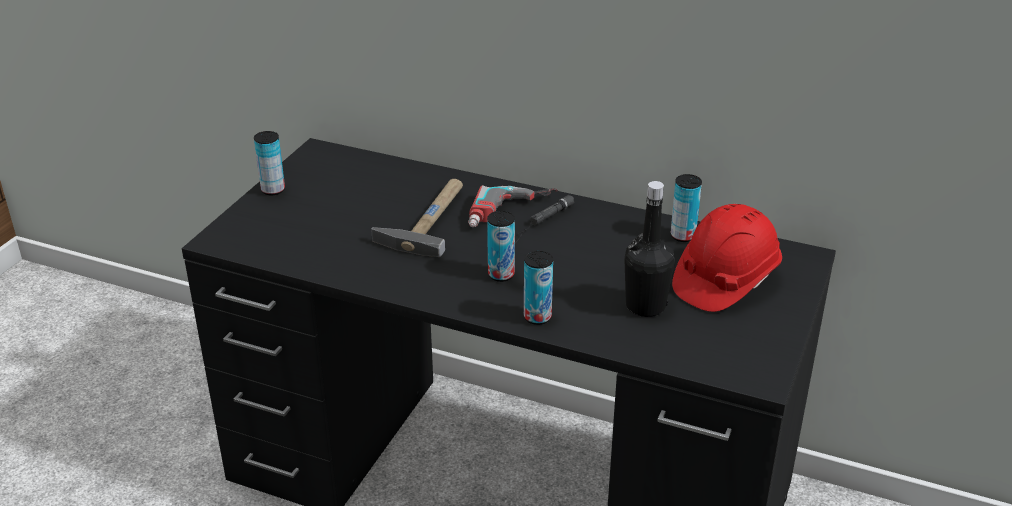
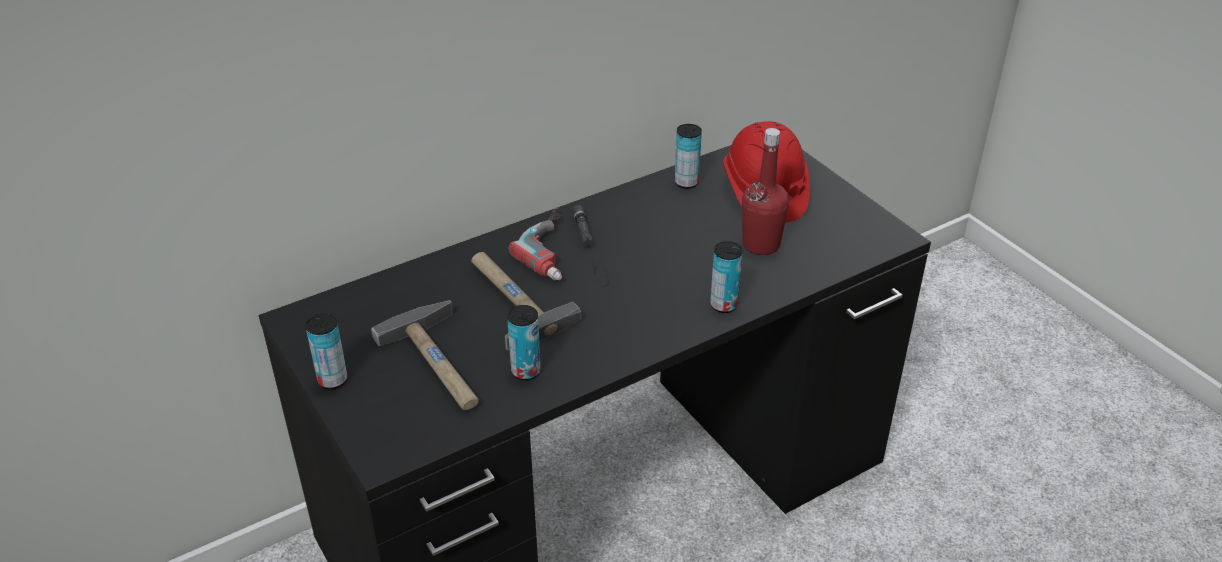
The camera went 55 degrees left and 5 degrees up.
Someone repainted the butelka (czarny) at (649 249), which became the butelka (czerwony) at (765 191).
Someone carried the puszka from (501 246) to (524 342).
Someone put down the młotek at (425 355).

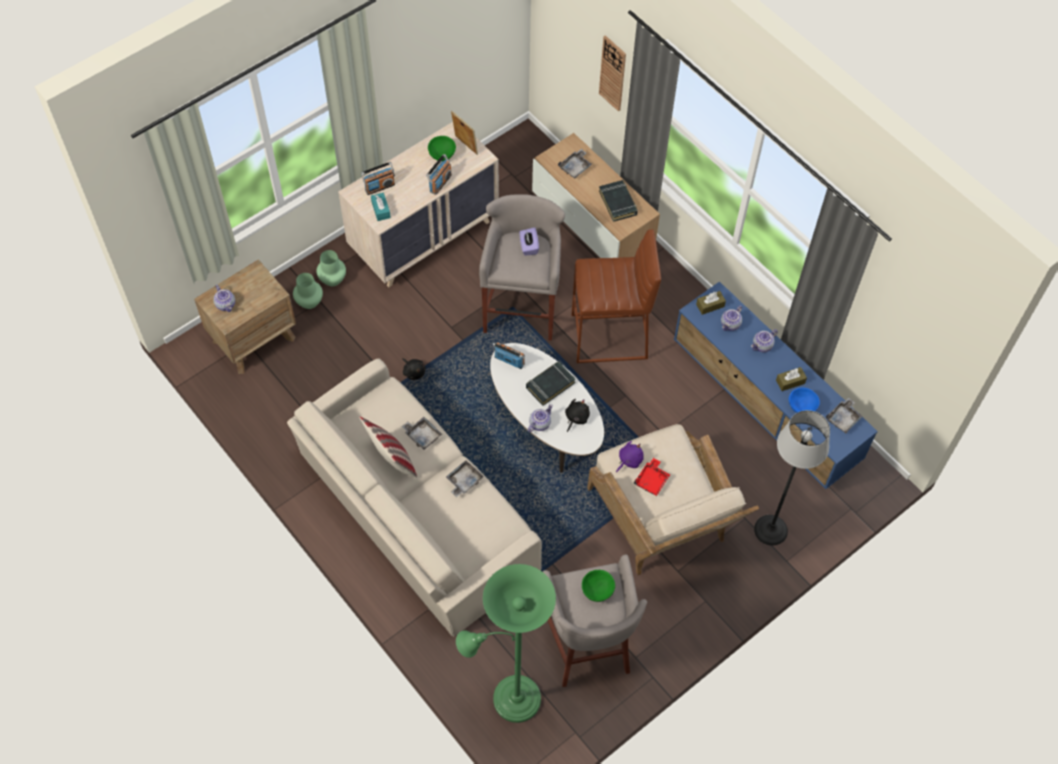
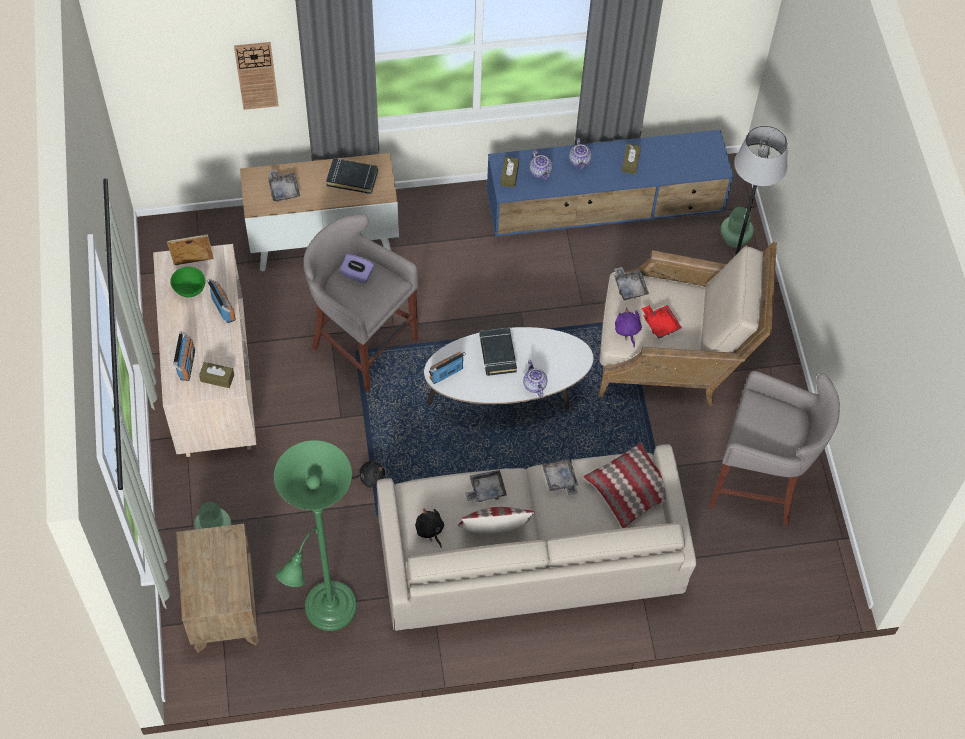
The camera went 60 degrees left and 0 degrees up.
Someone repainted the pudełko chusteczek (turkusowy) at (381 207), which became the pudełko chusteczek (brązowy) at (216 375).
Someone took away the stołek (brązowy) at (616 296).
Someone carried the wazon (zielony) from (331 268) to (737 227).
Someone took away the imbryk at (224 298).
Someone took away the miska (niebieski) at (804 400).
Someone carried the taca (szary) from (844 415) to (631 283).
Someone carried the pluszak (czarny) from (577 415) to (429 528).
Someone carried the lampa stojąca (zielony) from (506 643) to (315 535).
Someone took away the miska (zielony) at (598 586).
Someone put down the poduszka at (625 485).

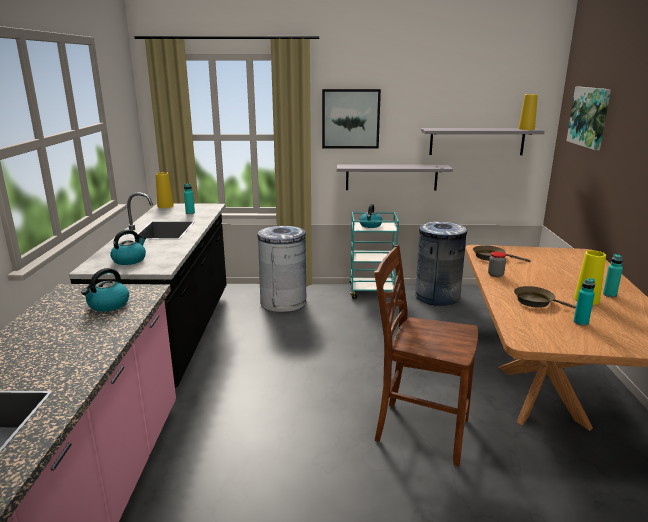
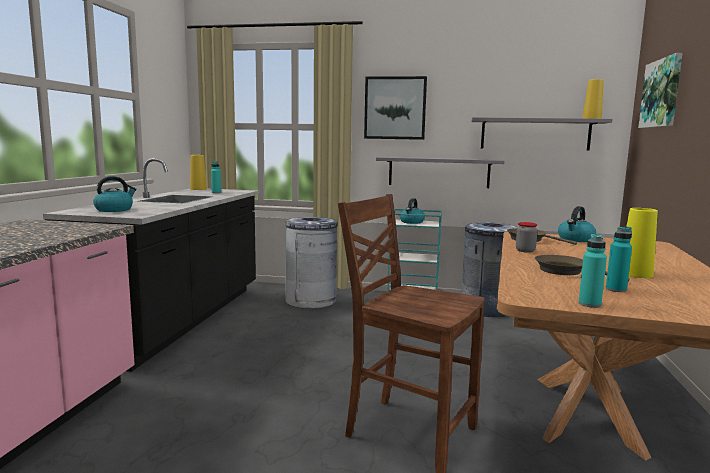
The camera went 10 degrees right and 10 degrees down.
Someone carried the butelka (turkusowy) from (613 275) to (593 271).
Someone carried the czajnik from (105 290) to (577 224).

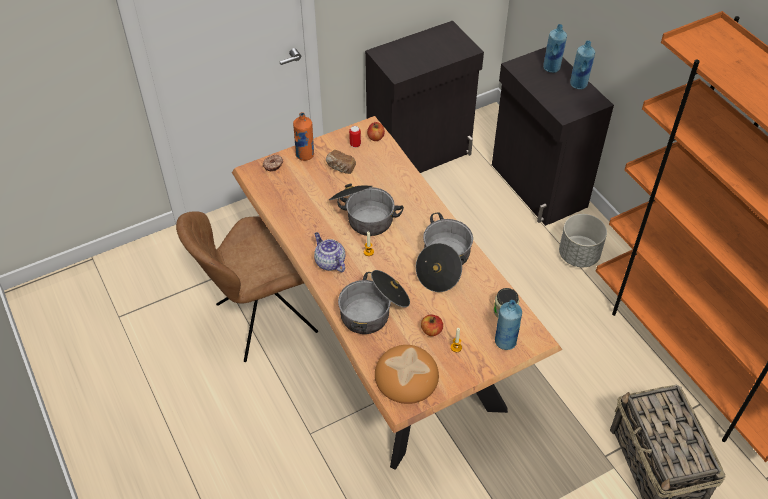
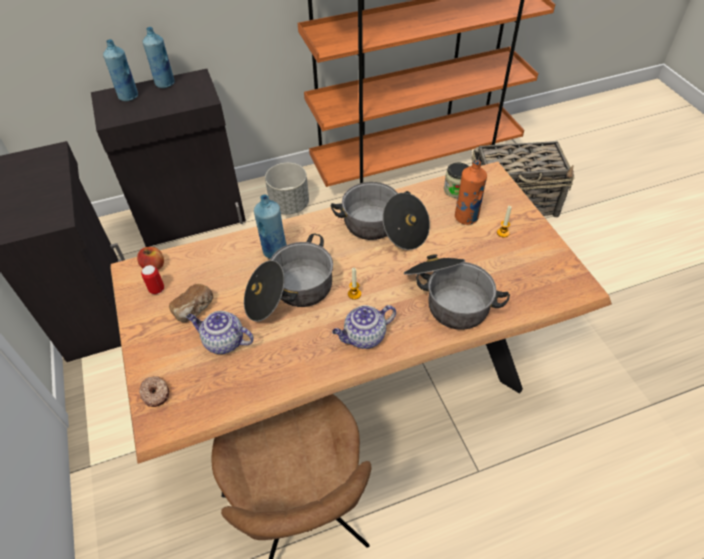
The camera went 80 degrees left and 0 degrees up.
Someone carried the butelka (pomarańczowy) from (303 136) to (471 192).
Someone carried the butelka (niebieski) from (508 325) to (270 227).
Someone took away the jabłko at (432 325).
Someone took away the chleb at (407 374).
Someone put down the imbryk at (220 332).

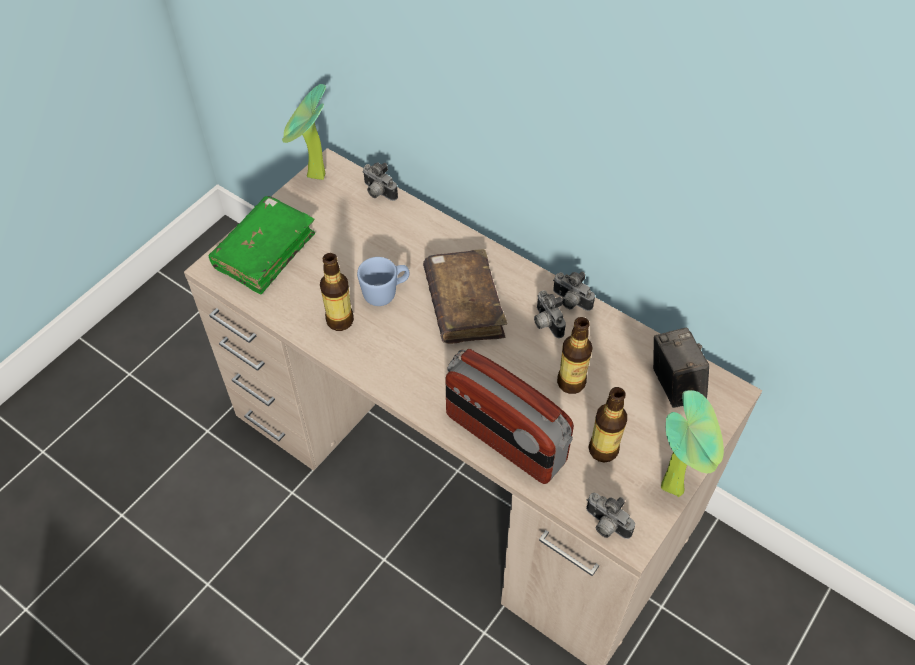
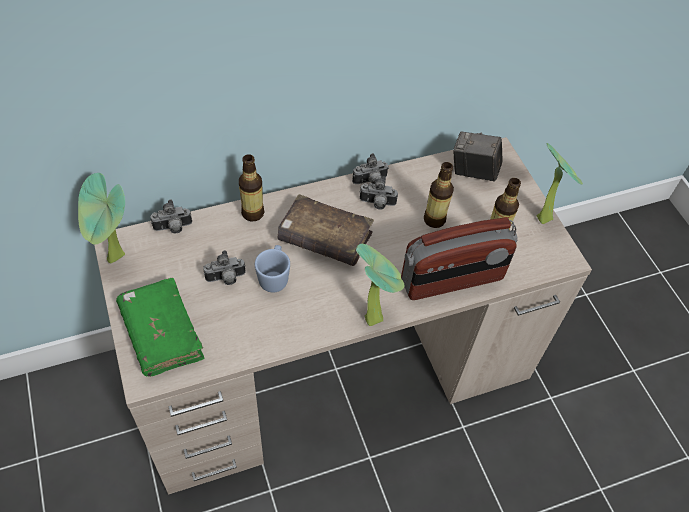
The camera went 60 degrees left and 0 degrees up.
Someone carried the butelka from (337 292) to (251 188).
Someone carried the aparat fotograficzny from (610 516) to (224 267).
Someone put down the roślina doniczkowa at (380 285).

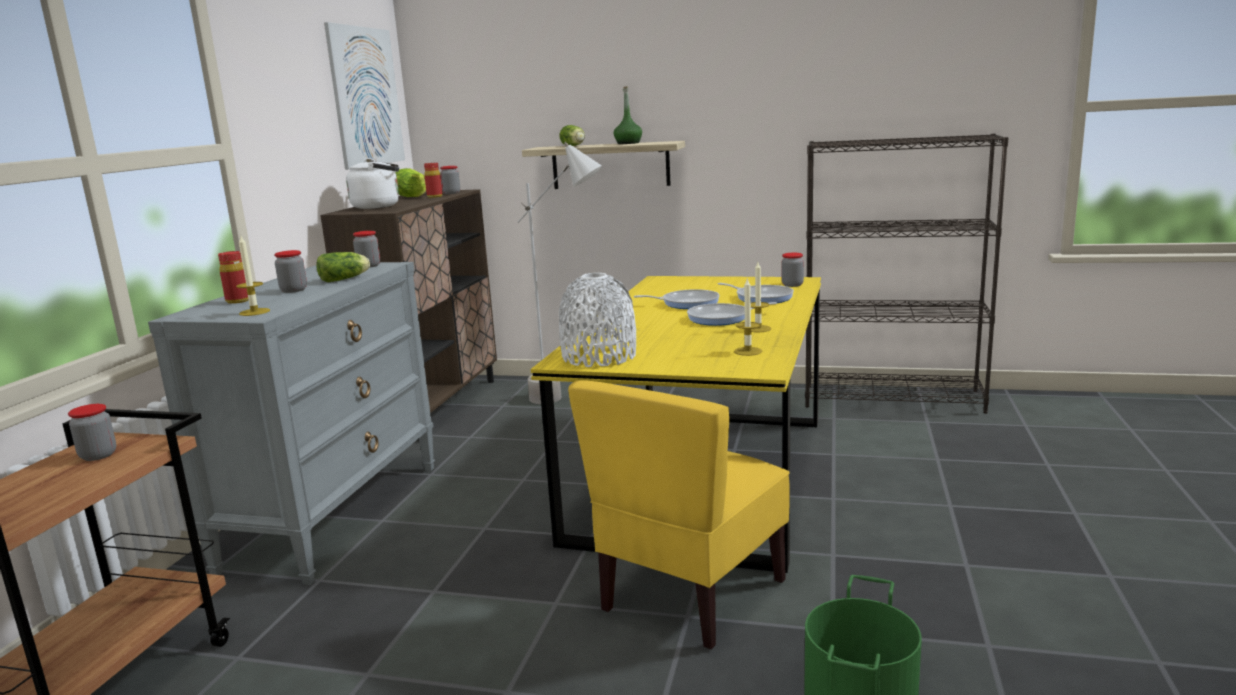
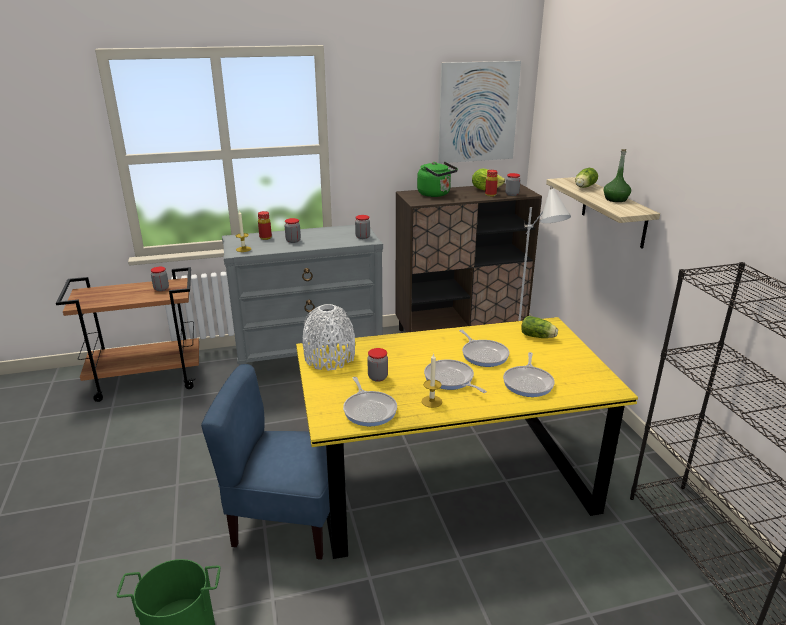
The camera went 60 degrees right and 10 degrees up.
Someone repainted the czajnik (biały) at (372 183), which became the czajnik (zielony) at (437 179).
Someone carried the sałata from (343 267) to (539 327).
Someone carried the słoik from (792 270) to (377 365).
Someone swapped the świeca at (748 317) for the patelnia at (370 401).
Someone repainted the krzesło (żółty) at (679 514), which became the krzesło (niebieski) at (265 462).

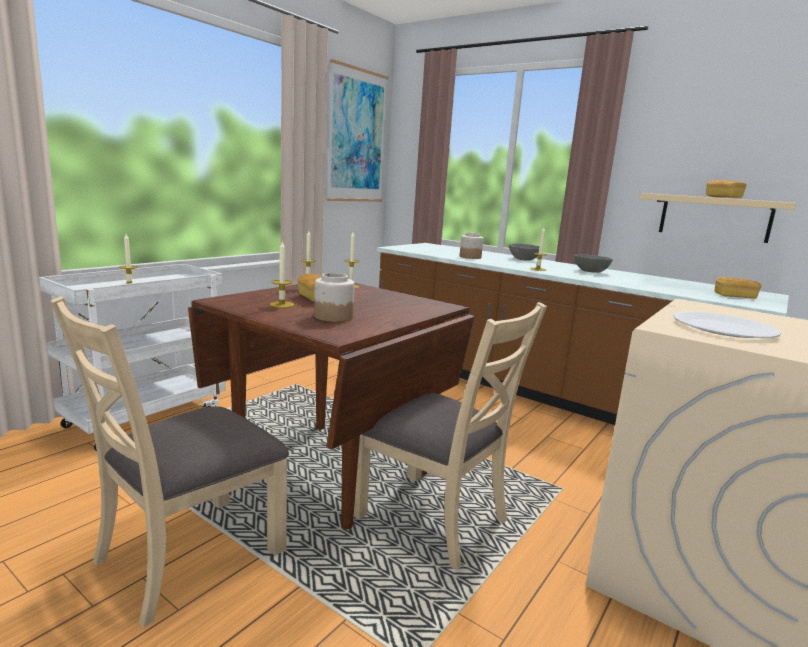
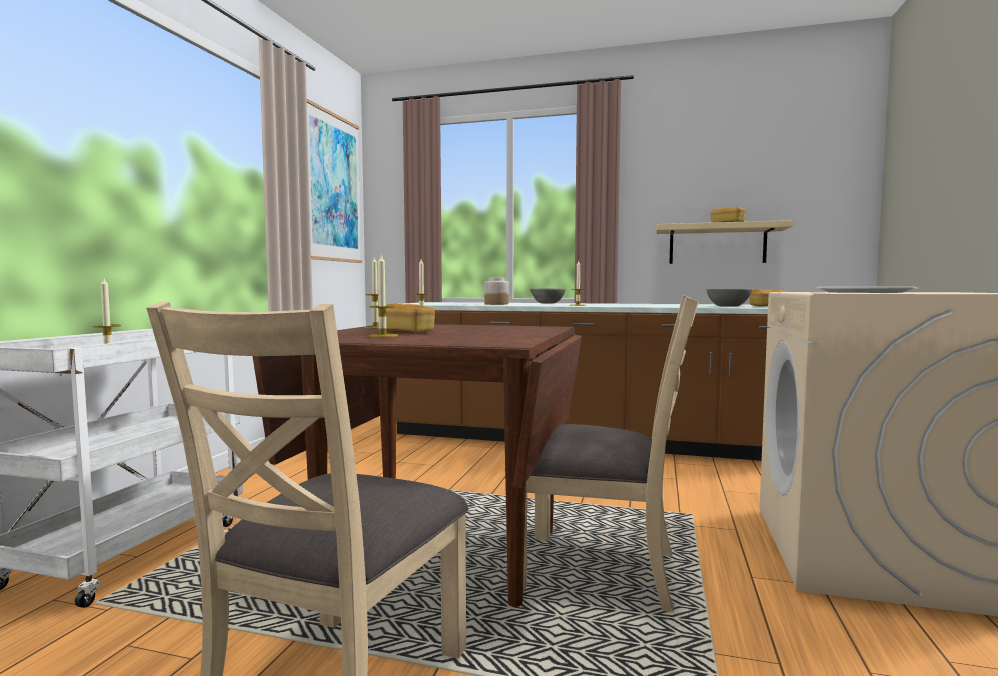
The camera went 20 degrees left and 10 degrees down.
Someone carried the miska (szary) from (593 263) to (729 298).
Someone took away the słoik at (334 297).

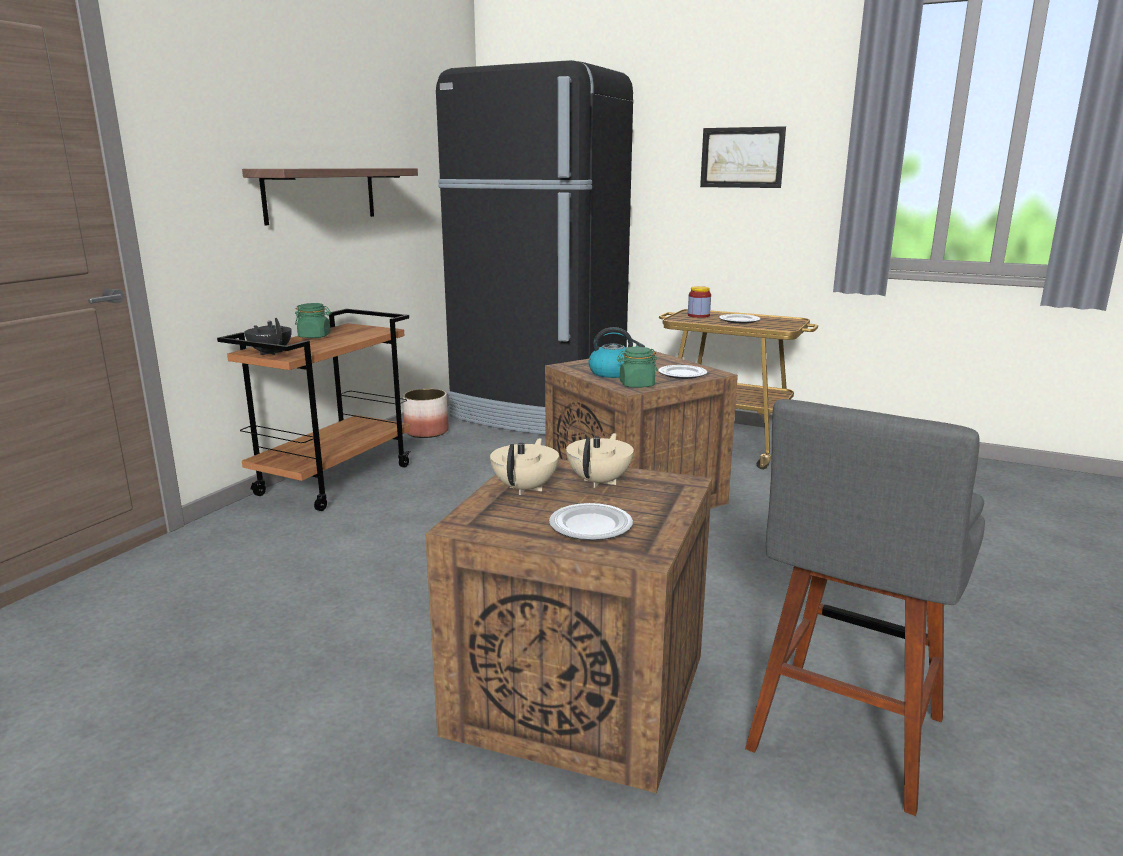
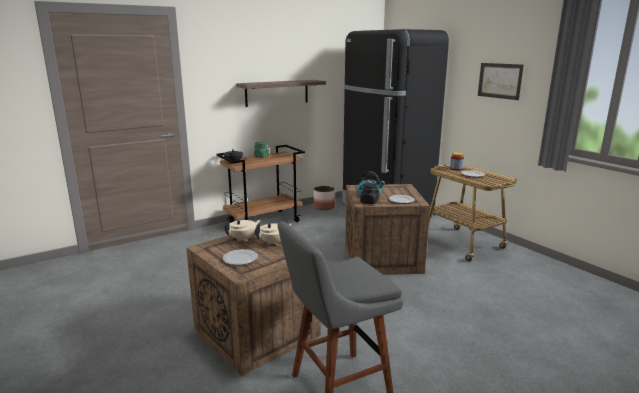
The camera went 30 degrees right and 0 degrees up.
Someone repainted the słoik (zielony) at (637 367), which became the słoik (czarny) at (369 193).

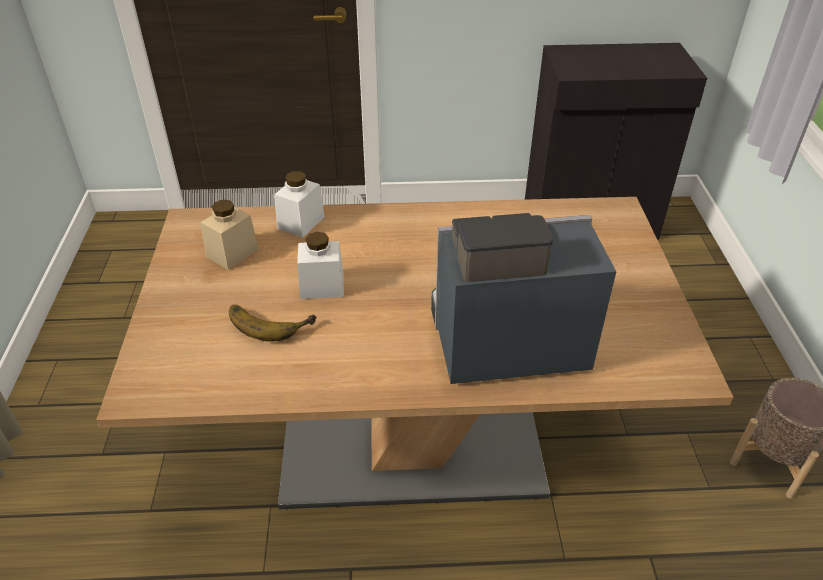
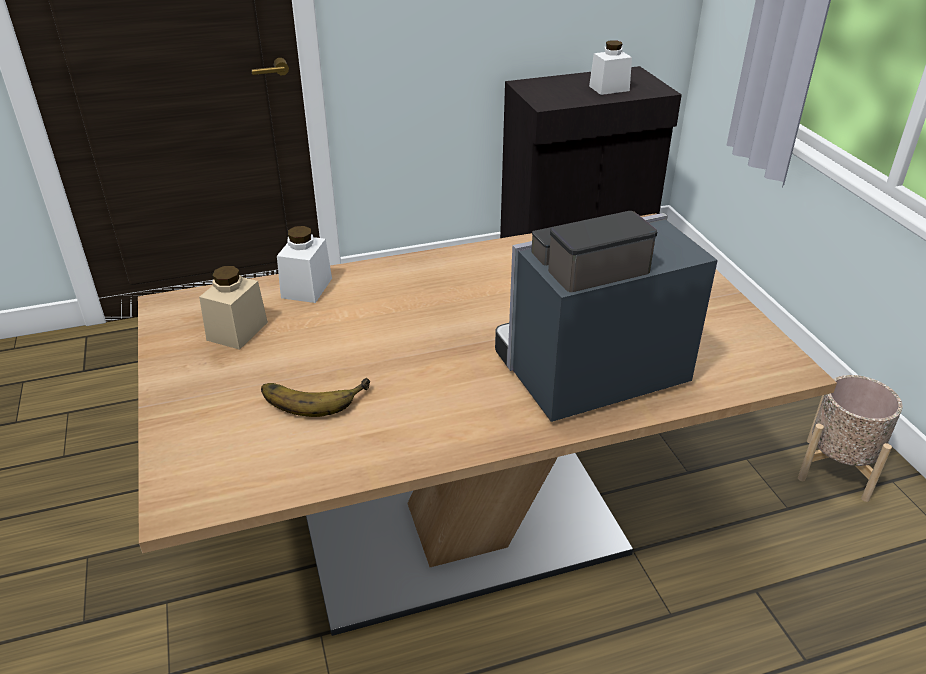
The camera went 15 degrees left and 5 degrees down.
Someone carried the słoik (biały) from (320 265) to (610 67).

